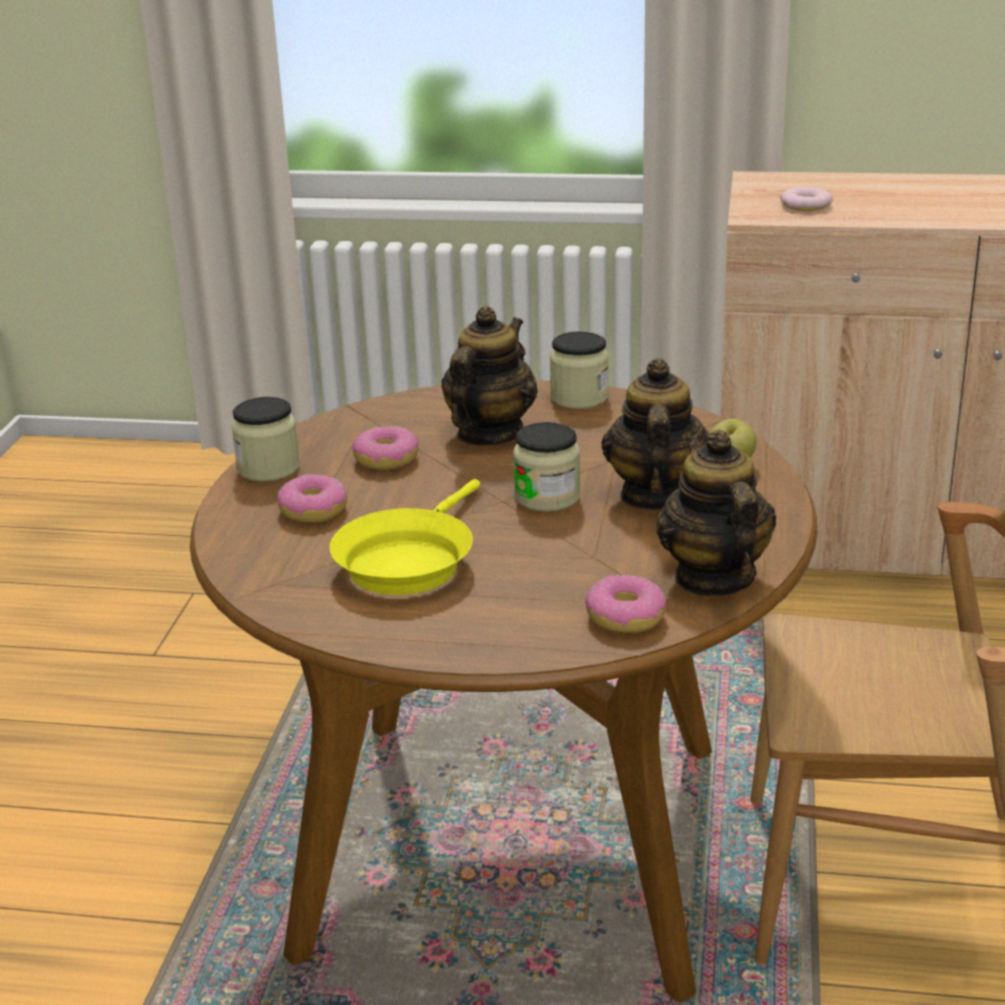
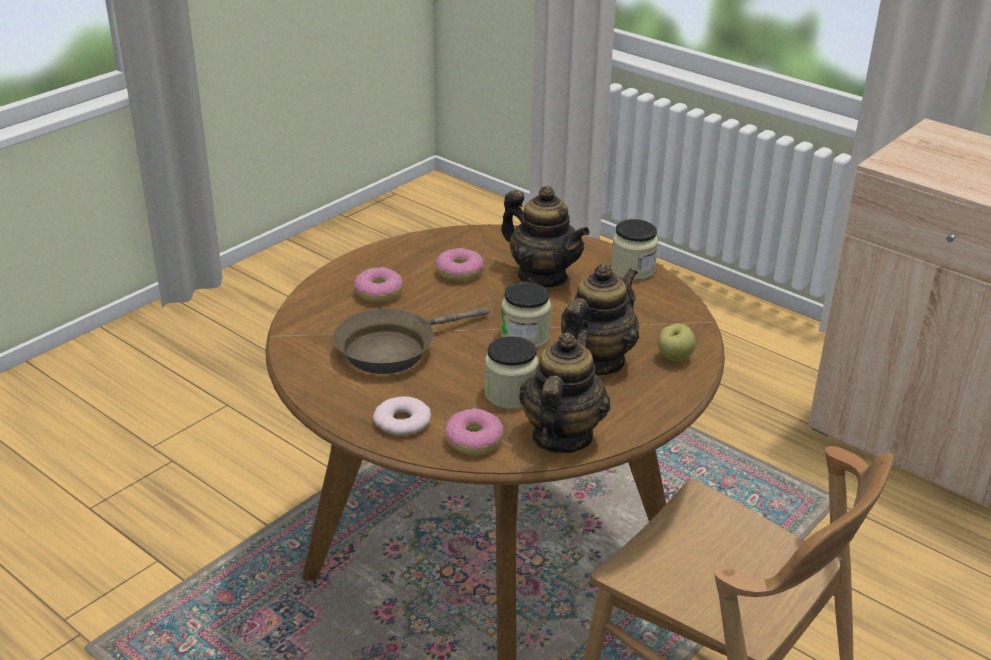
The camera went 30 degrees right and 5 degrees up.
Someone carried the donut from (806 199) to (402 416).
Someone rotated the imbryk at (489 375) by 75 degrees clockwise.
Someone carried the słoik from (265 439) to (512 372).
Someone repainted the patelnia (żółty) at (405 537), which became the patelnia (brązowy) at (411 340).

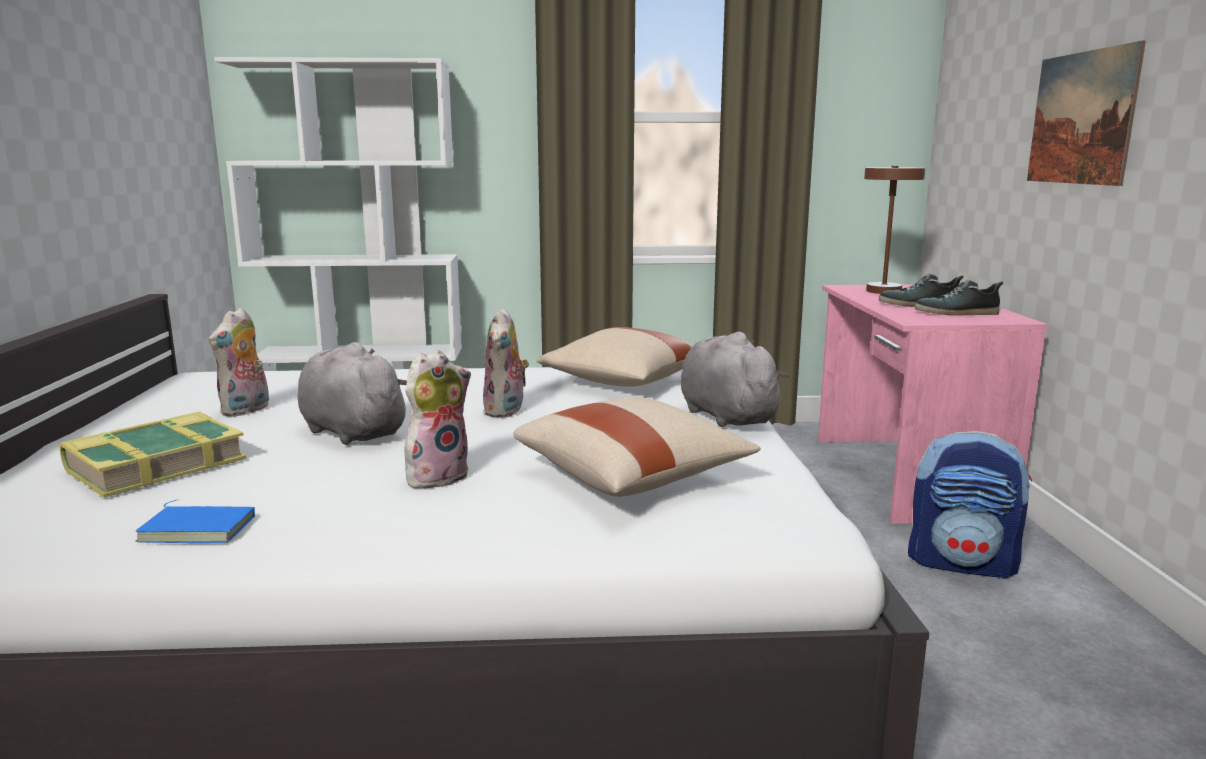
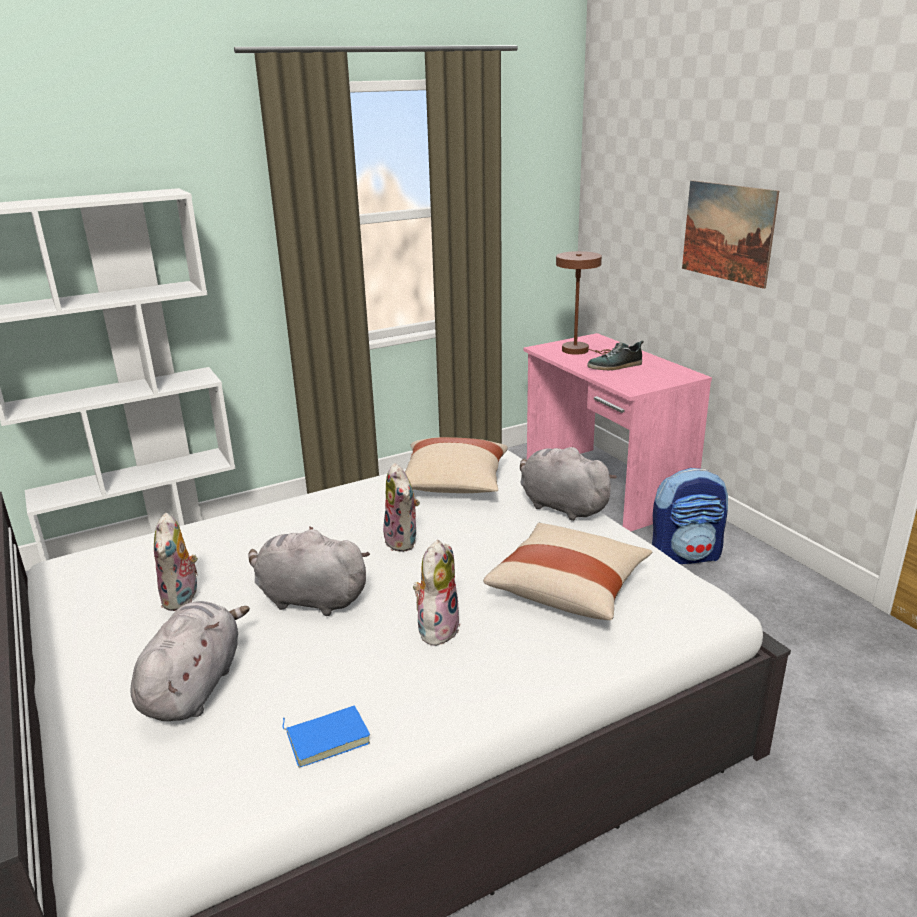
The camera went 25 degrees left and 10 degrees up.
Someone took away the but at (959 298).
Someone swapped the książka at (153 455) for the pluszak (szary) at (190 661).

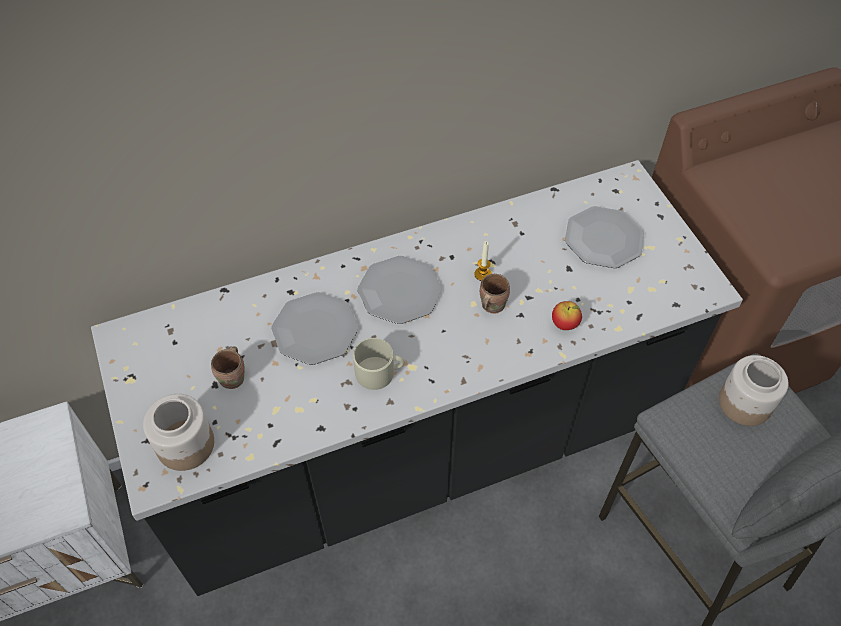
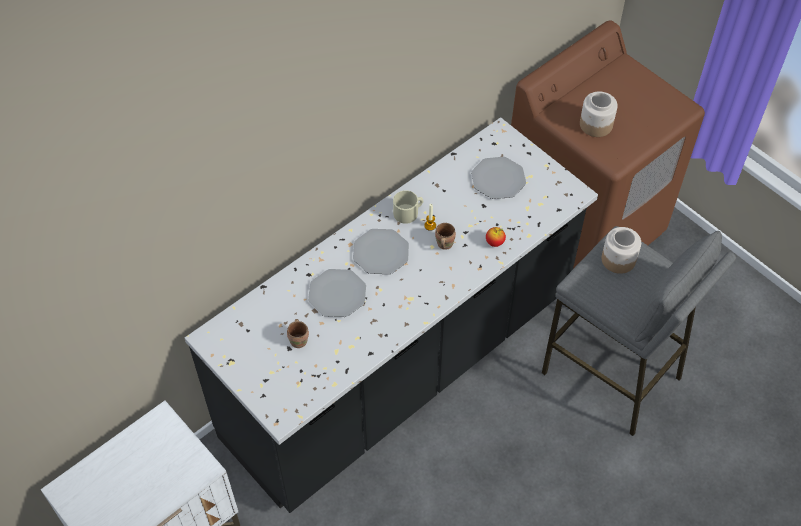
The camera went 20 degrees left and 0 degrees up.
Someone carried the kubek (beżowy) from (379 364) to (408 207).
Someone carried the słoik from (178 432) to (599 114).

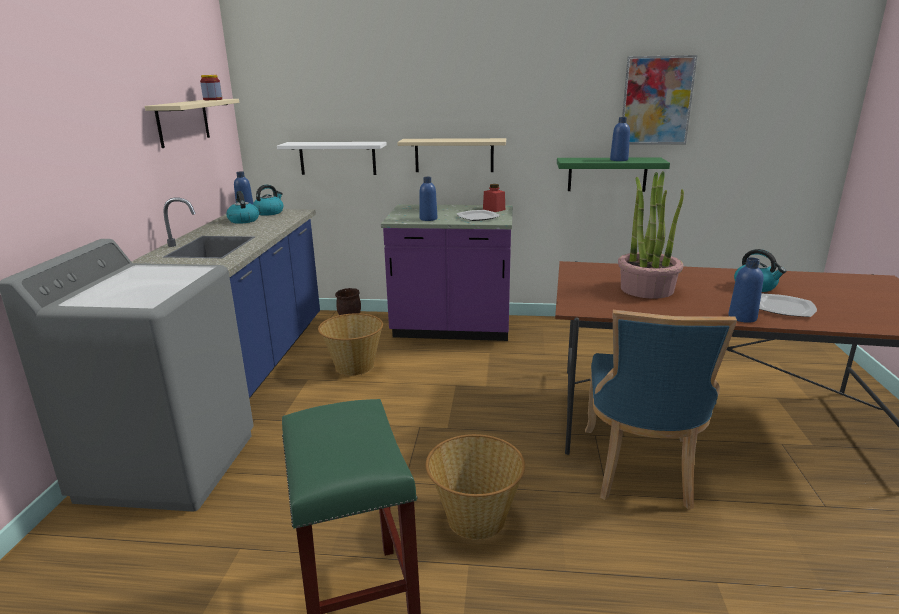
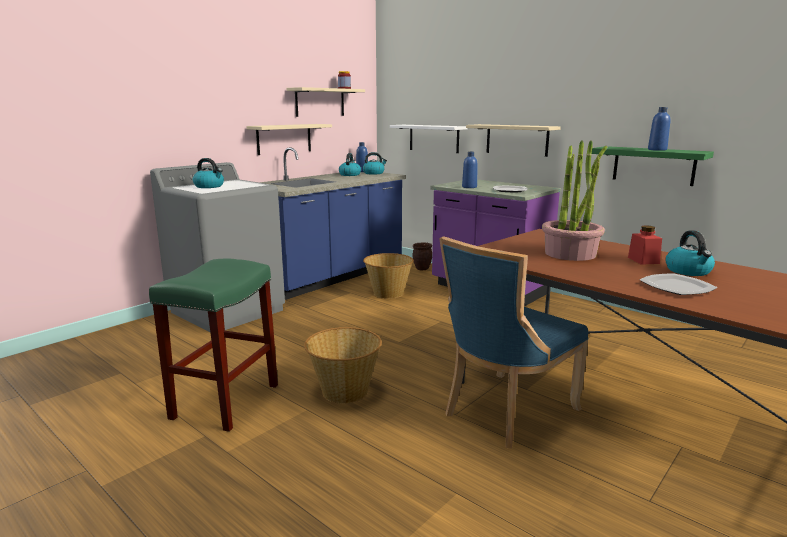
The camera went 35 degrees right and 5 degrees down.
Someone took away the obraz at (660 100).
Someone carried the słoik (czerwony) from (494 198) to (645 245).
Someone took away the butelka (niebieski) at (746 290).
Someone put up the półka (beżowy) at (289 139).
Someone put down the czajnik at (208 173).

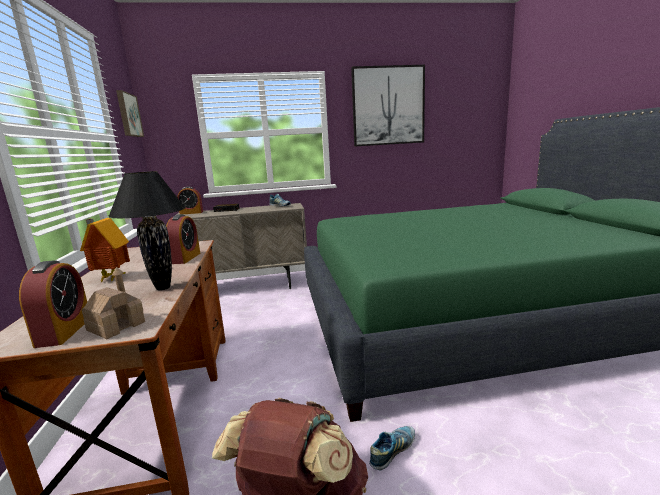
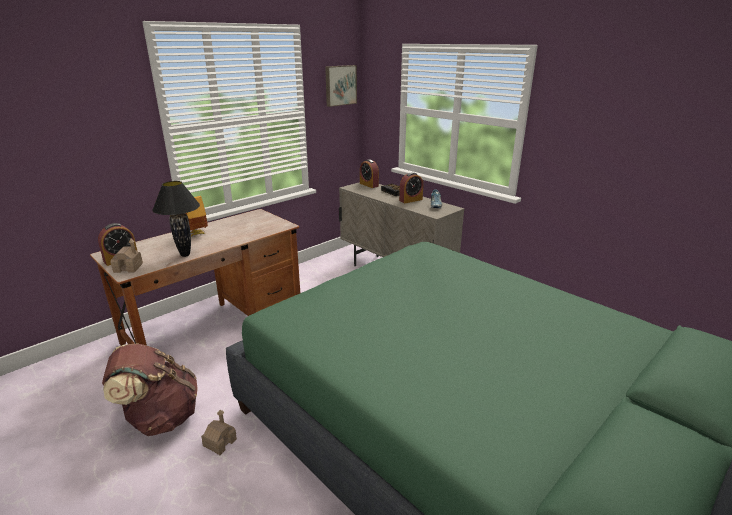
The camera went 55 degrees right and 10 degrees up.
Someone took away the obraz at (388 106).
Someone carried the budzik from (183 239) to (411 187).
Someone swapped the but at (392 448) for the domek at (219 432).

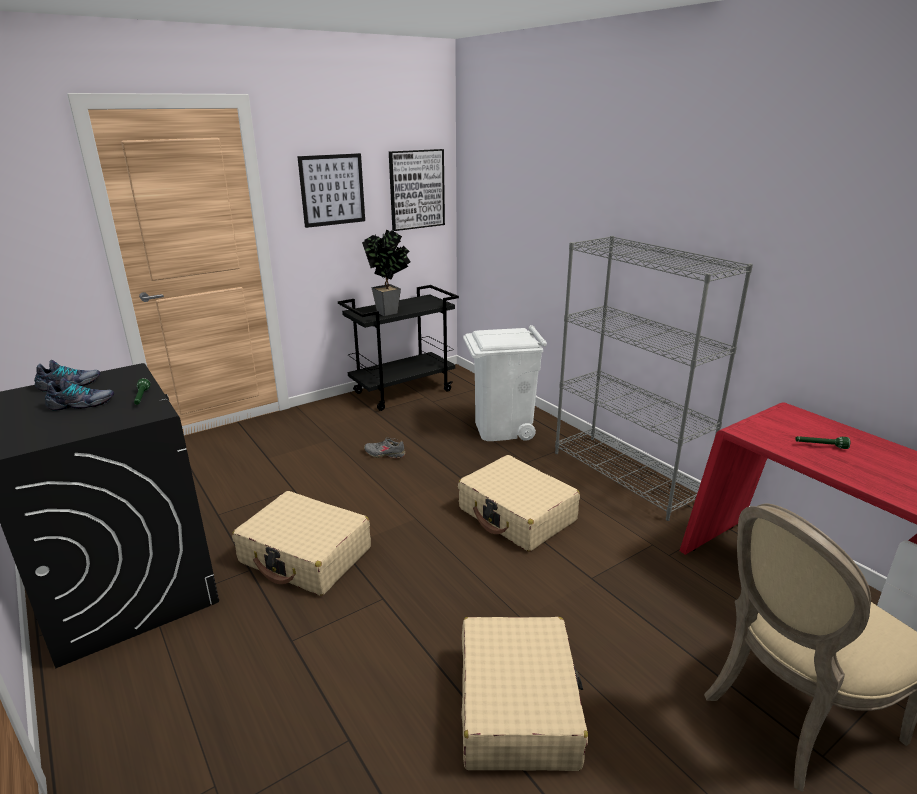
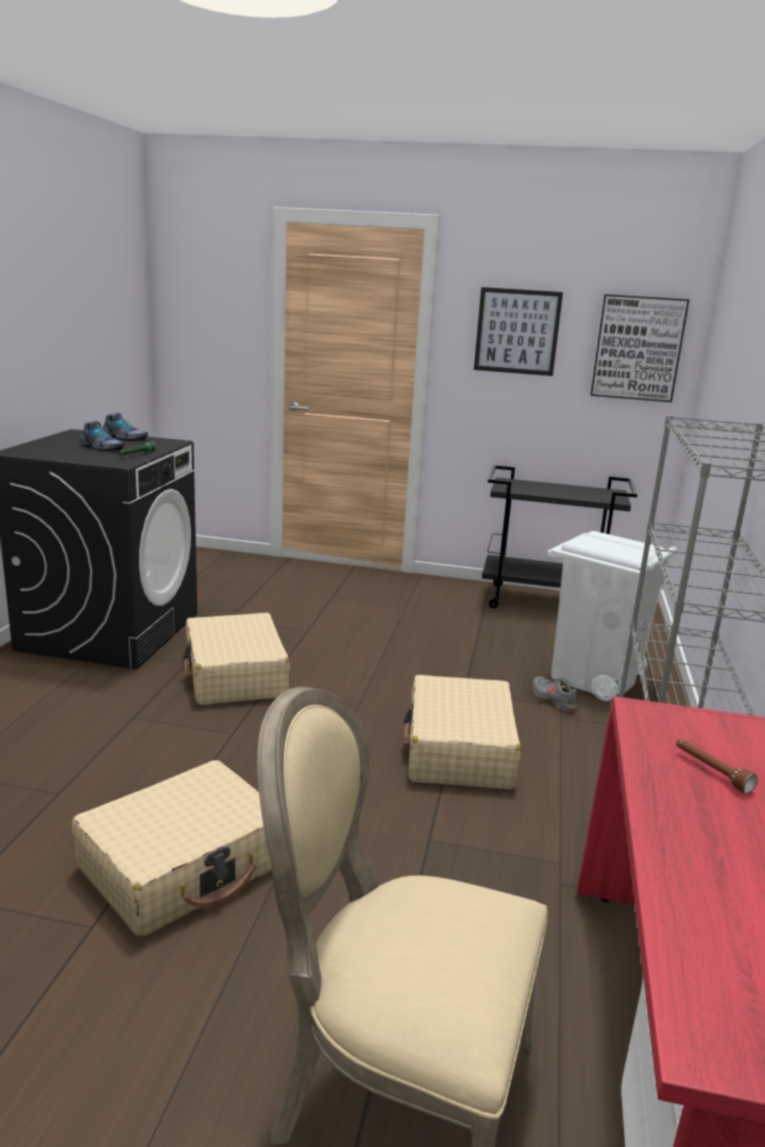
The camera went 45 degrees right and 5 degrees down.
Someone took away the roślina doniczkowa at (386 273).
Someone repainted the latarka (zielony) at (822 442), which became the latarka (brązowy) at (717 766).
Someone carried the but (szary) from (385 447) to (555 693).

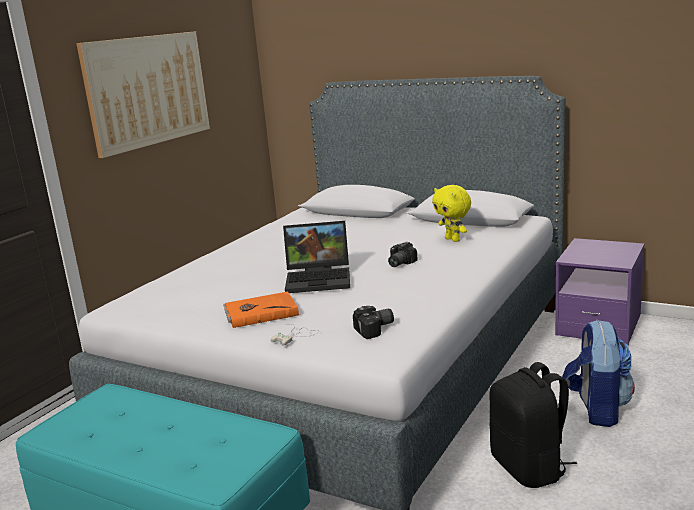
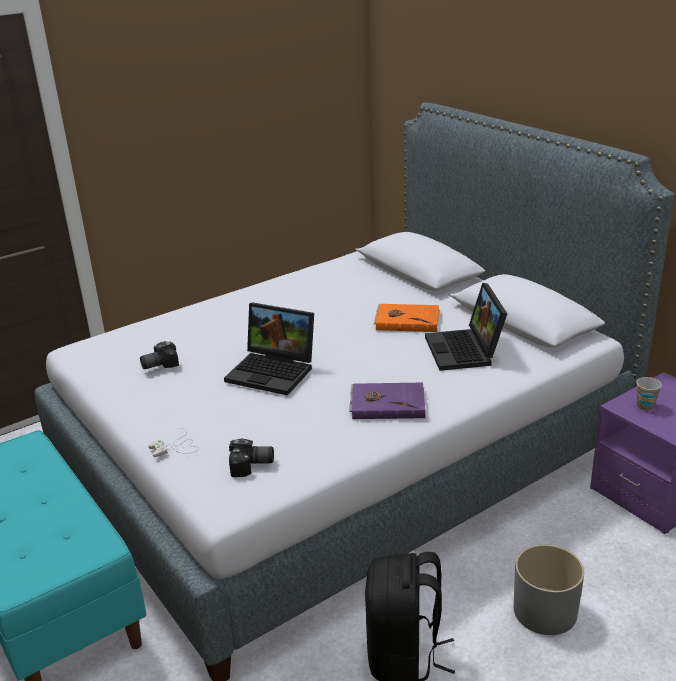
The camera went 25 degrees right and 10 degrees up.
Someone took away the obraz at (143 94).
Someone swapped the pluszak (żółty) at (451 213) for the laptop at (466 327).
Someone carried the aparat fotograficzny from (403 254) to (159 355).
Someone carried the książka (pomarańczowy) from (261 309) to (407 318).
Someone swapped the plecak at (598 373) for the donica (szary) at (549 589).
Someone put down the filiżanka at (649 394).
Someone put down the książka (fioletowy) at (387 401).

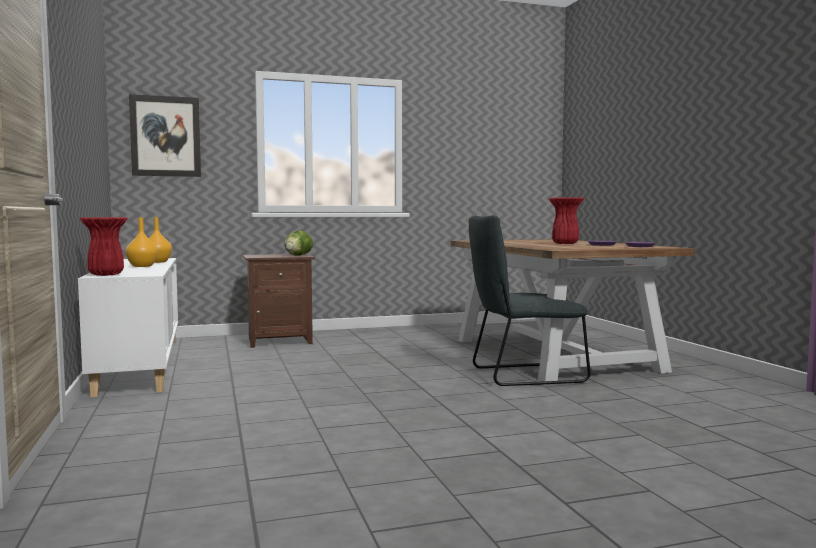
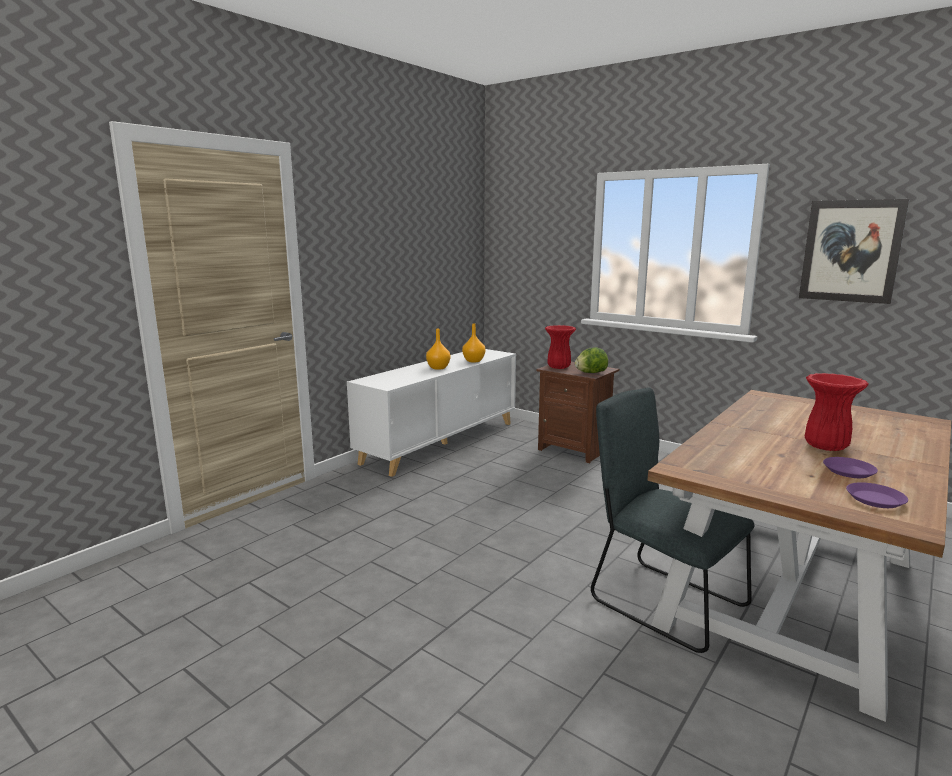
The camera went 55 degrees right and 10 degrees up.
Someone carried the obraz from (165 135) to (854 251).
Someone carried the wazon (czerwony) from (104 246) to (560 347).

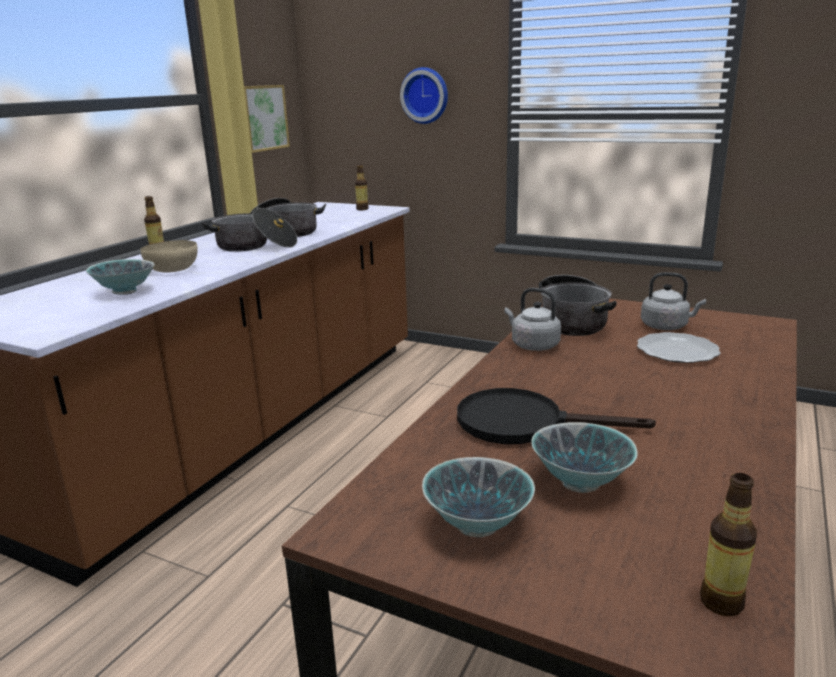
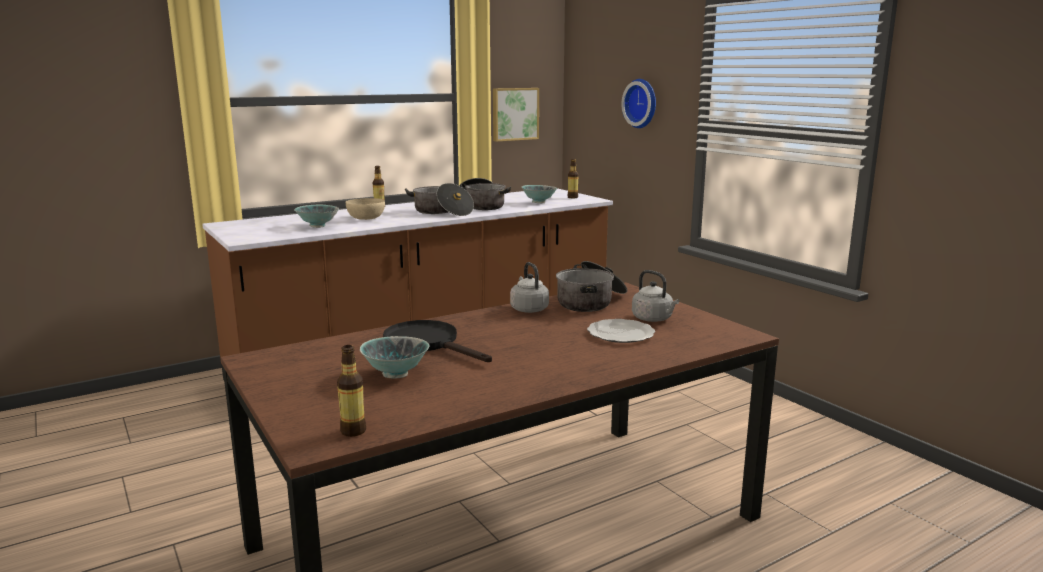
The camera went 30 degrees right and 5 degrees down.
Someone carried the miska from (478 497) to (539 194).

